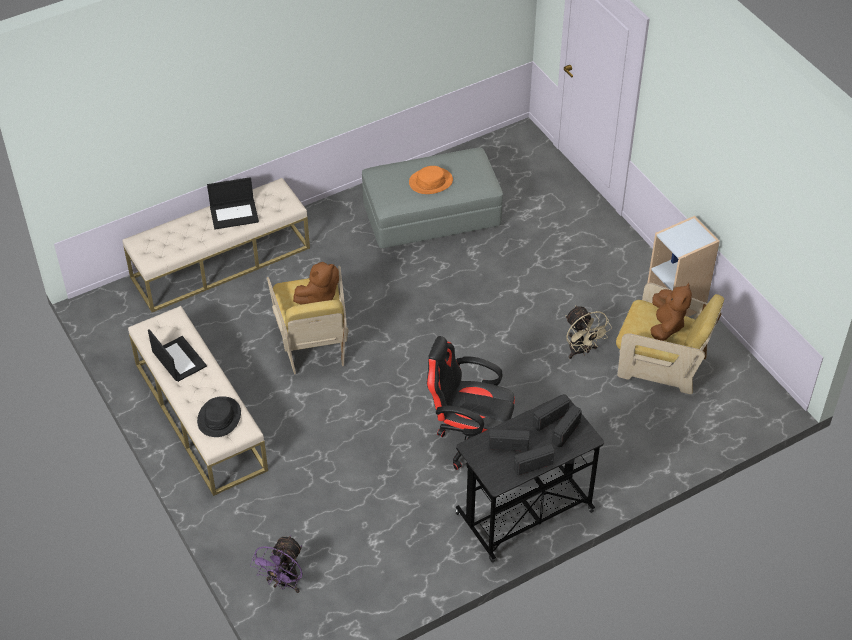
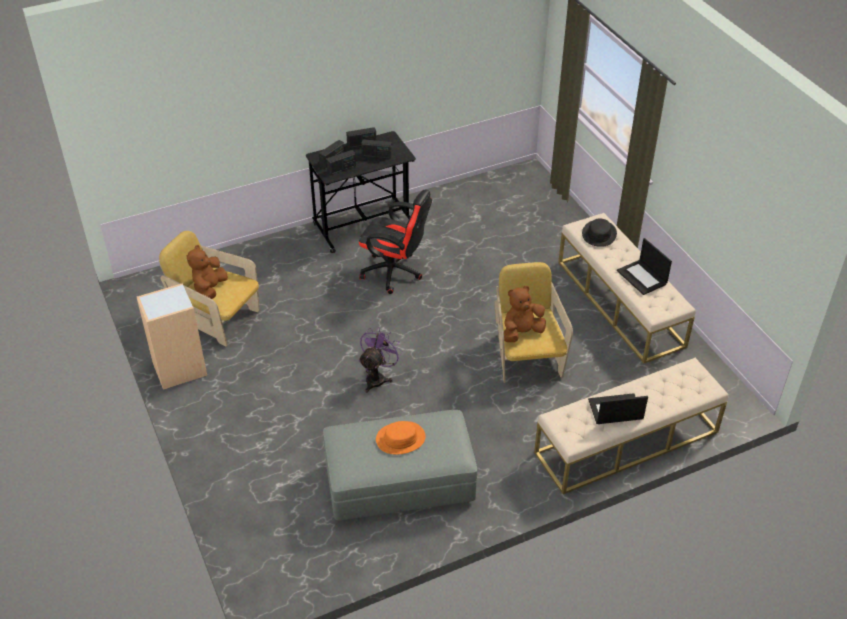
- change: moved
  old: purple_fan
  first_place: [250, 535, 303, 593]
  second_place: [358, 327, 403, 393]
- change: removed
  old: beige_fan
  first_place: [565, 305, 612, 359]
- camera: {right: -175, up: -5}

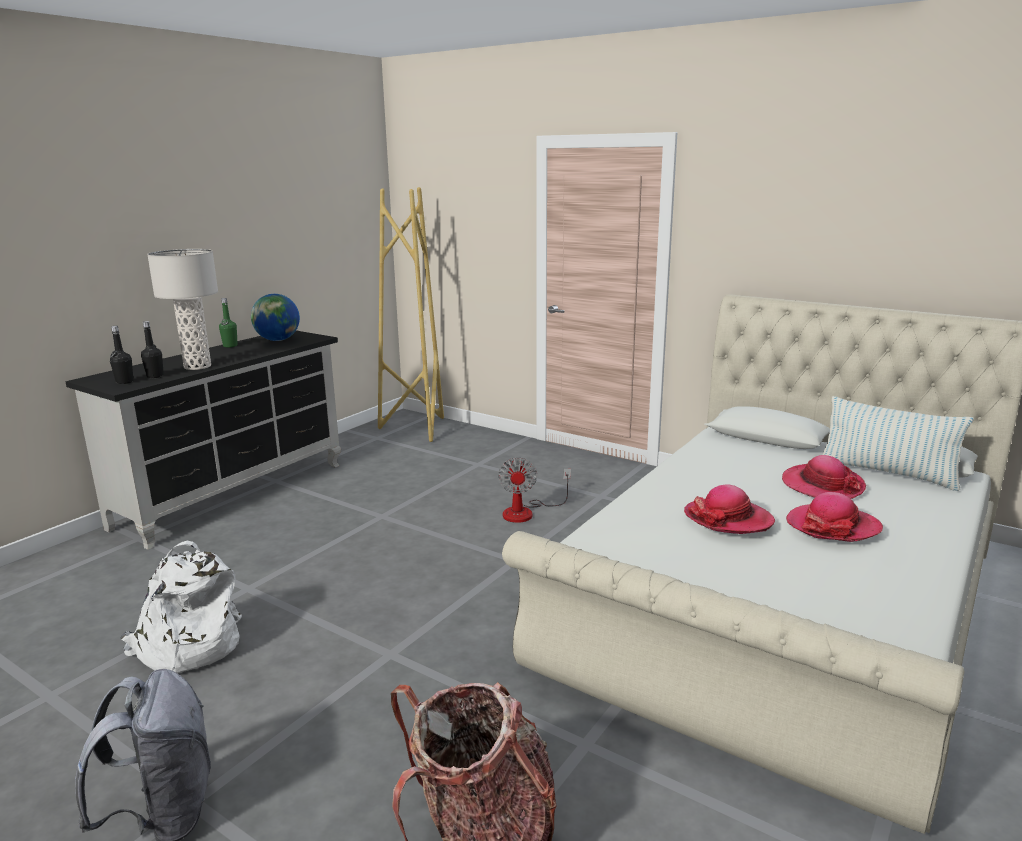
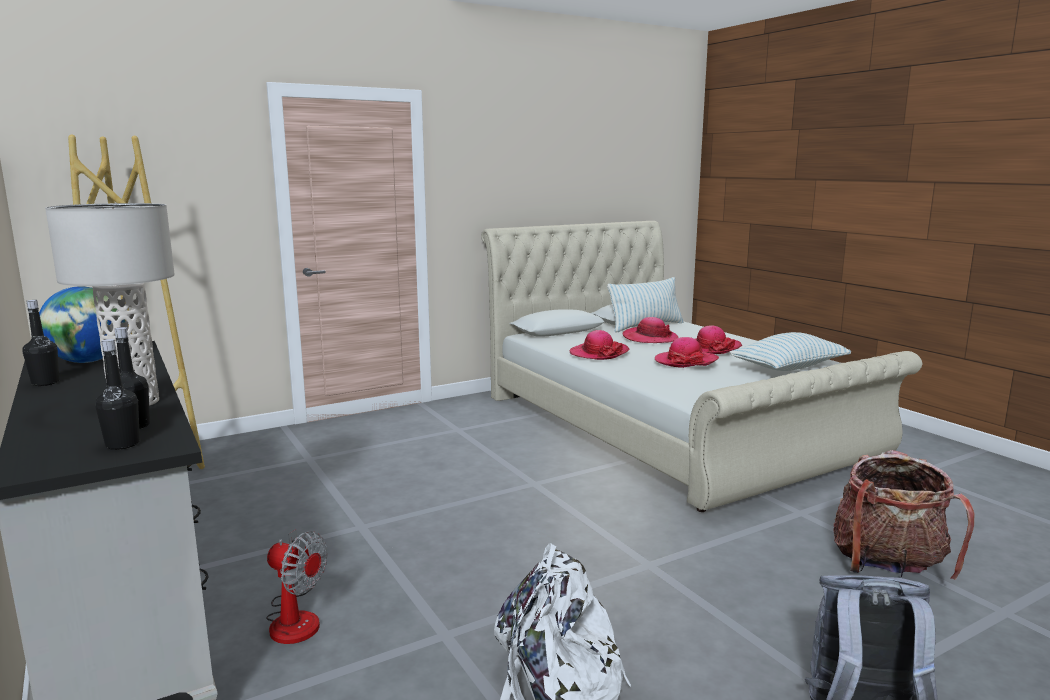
- change: recoloured
  old: green_bottle
  new: black_bottle
  first_place: [219, 298, 238, 348]
  second_place: [22, 300, 59, 386]
- change: moved
  old: fan
  first_place: [498, 457, 571, 523]
  second_place: [266, 530, 328, 644]
- change: added
  new: hat
  second_place: [570, 330, 629, 360]
- change: added
  new: pillow
  second_place: [729, 332, 851, 371]
- camera: {right: -65, up: -5}

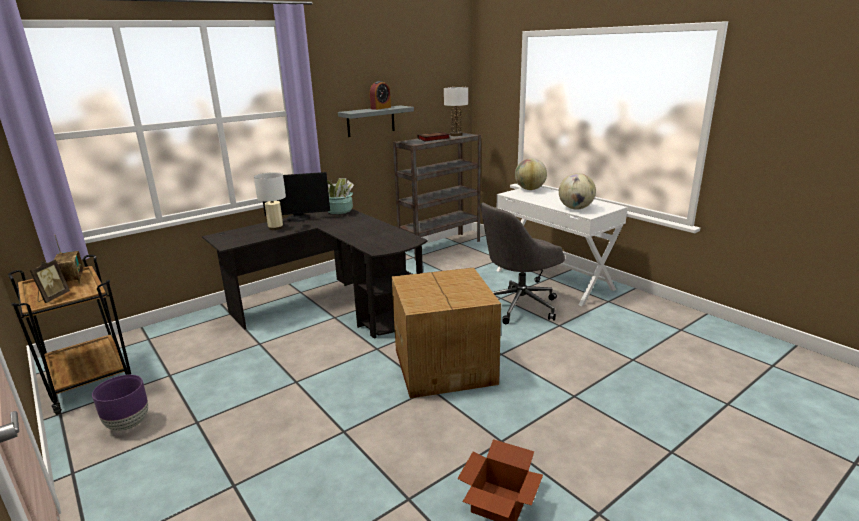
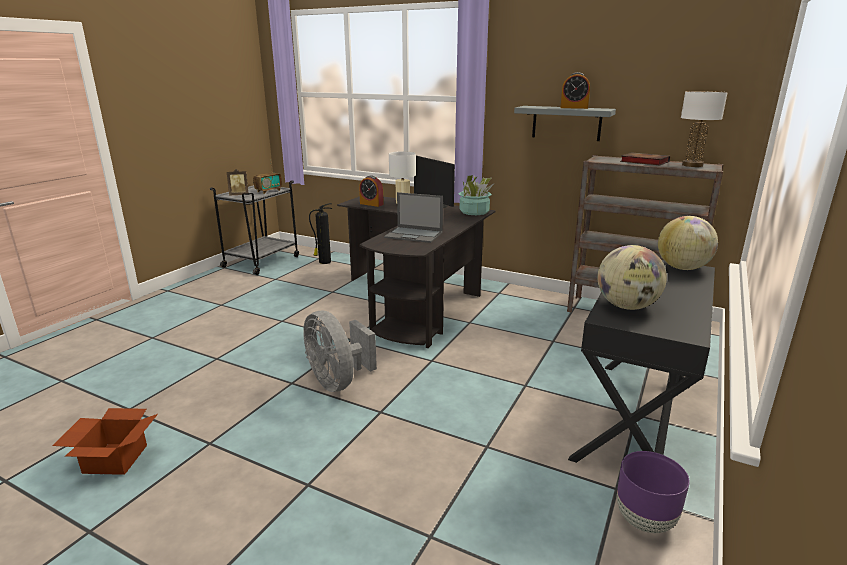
- change: recoloured
  old: brown_cart
  new: grey_cart
  first_place: [8, 255, 131, 415]
  second_place: [210, 180, 299, 275]
- change: replaced
  old: cardboard_box
  new: grey_fan
  first_place: [392, 268, 501, 398]
  second_place: [303, 310, 377, 392]
- change: added
  new: fire_extinguisher
  second_place: [309, 203, 332, 264]
- change: added
  new: alarm_clock
  second_place: [359, 175, 384, 207]
- change: added
  new: laptop
  second_place: [384, 192, 443, 243]
- change: recoloured
  old: white_desk
  new: black_desk
  first_place: [496, 187, 628, 306]
  second_place: [568, 260, 715, 463]
- change: moved
  old: purple_planter
  first_place: [92, 375, 148, 431]
  second_place: [617, 451, 690, 533]
- change: removed
  old: grey_office_chair
  first_place: [480, 203, 565, 324]
- camera: {right: 65, up: 0}

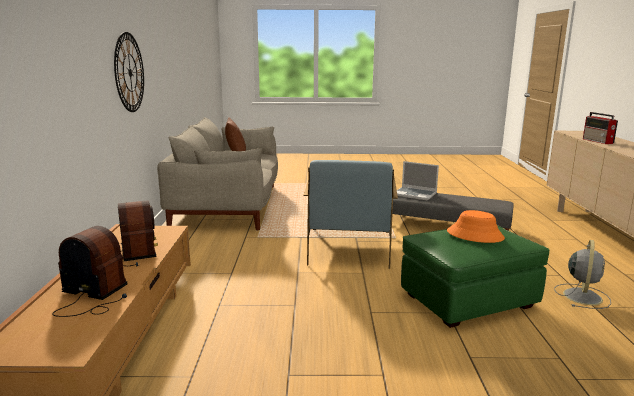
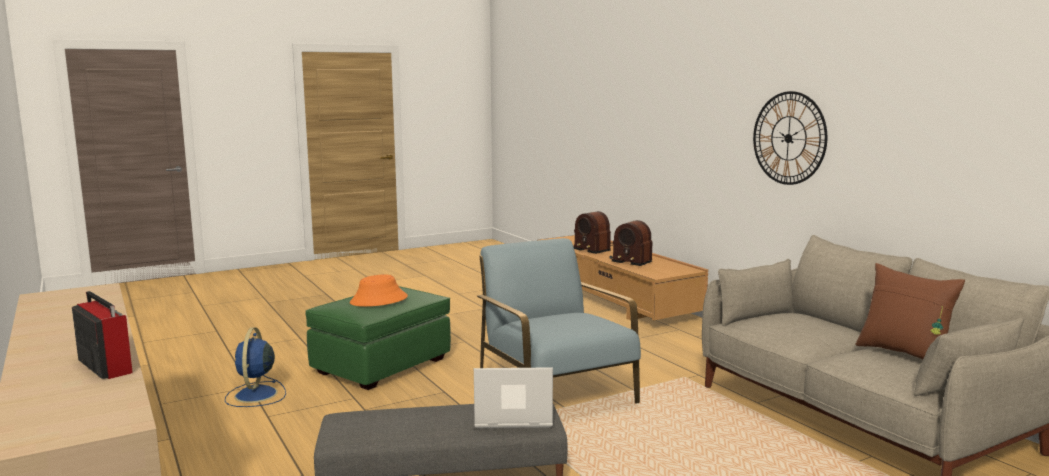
- change: recoloured
  old: grey_fan
  new: blue_fan
  first_place: [554, 240, 611, 309]
  second_place: [225, 327, 286, 407]
- change: turned
  old: radio
  first_place: [52, 226, 128, 317]
  second_place: [574, 211, 613, 254]
  degrees: 60
- camera: {right: 150, up: -5}

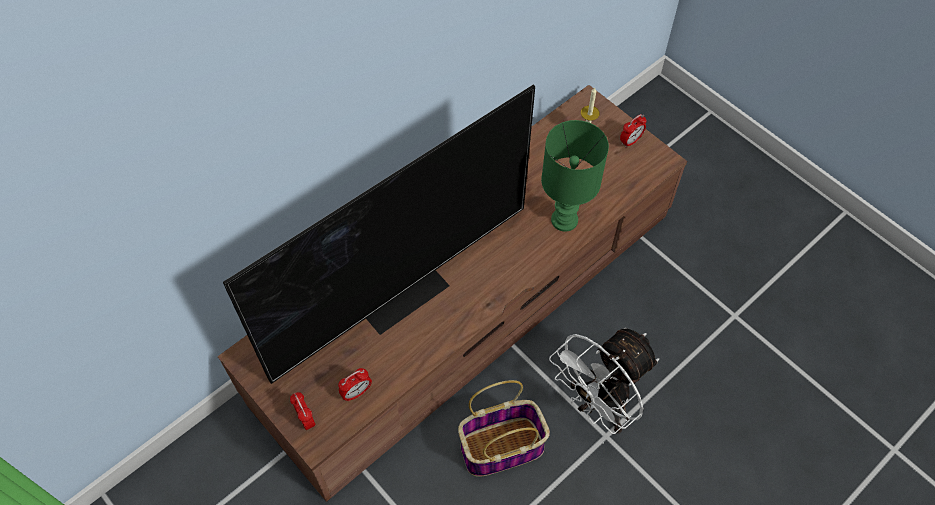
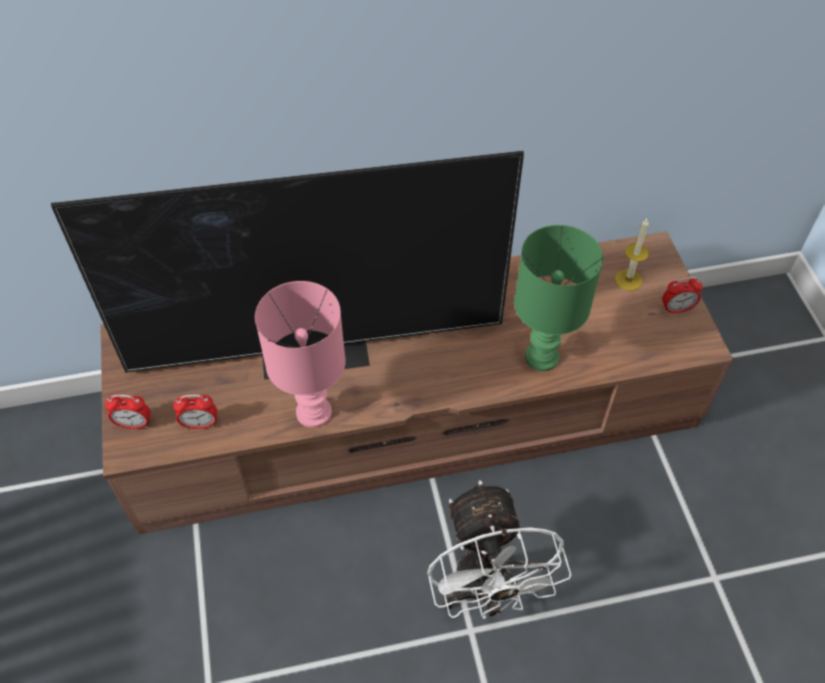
- change: turned
  old: alarm_clock
  first_place: [290, 392, 315, 430]
  second_place: [105, 395, 151, 429]
  degrees: -90
- change: added
  new: pink_table_lamp
  second_place: [255, 281, 346, 428]
- change: turned
  old: white_fan
  first_place: [549, 328, 659, 434]
  second_place: [427, 480, 571, 619]
  degrees: -90
- change: removed
  old: basket
  first_place: [458, 380, 550, 477]
- camera: {right: 30, up: -5}

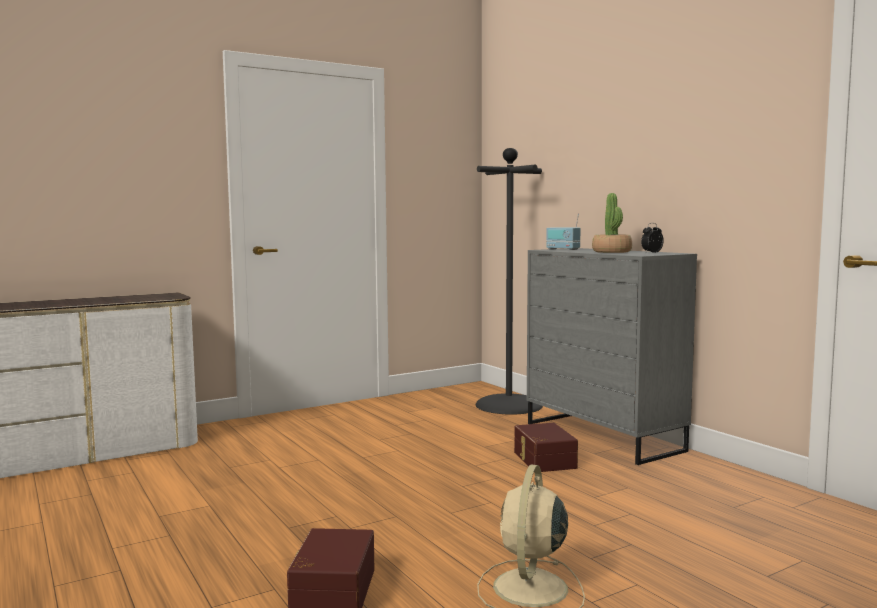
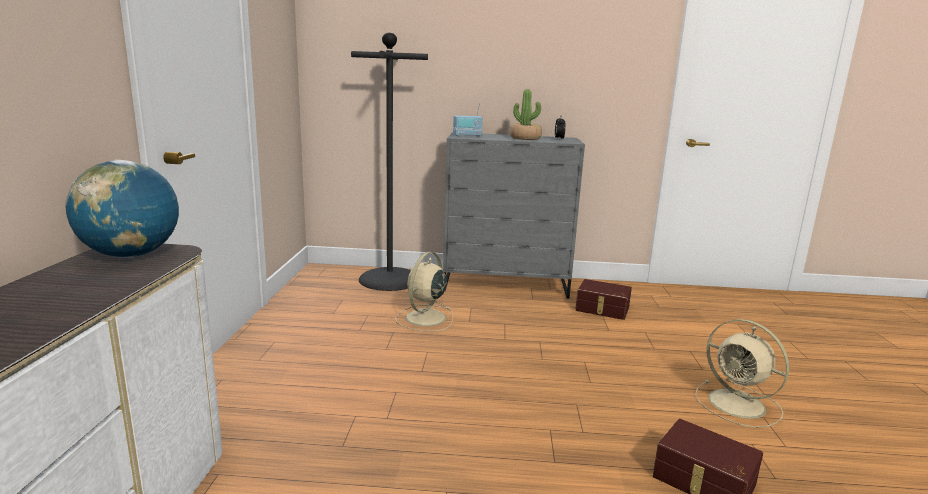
- change: added
  new: globe
  second_place: [65, 160, 179, 258]
- change: added
  new: beige_fan
  second_place: [395, 252, 453, 332]
- change: moved
  old: brown_storage_box
  first_place: [514, 423, 578, 472]
  second_place: [575, 279, 632, 320]
- camera: {right: -55, up: 10}

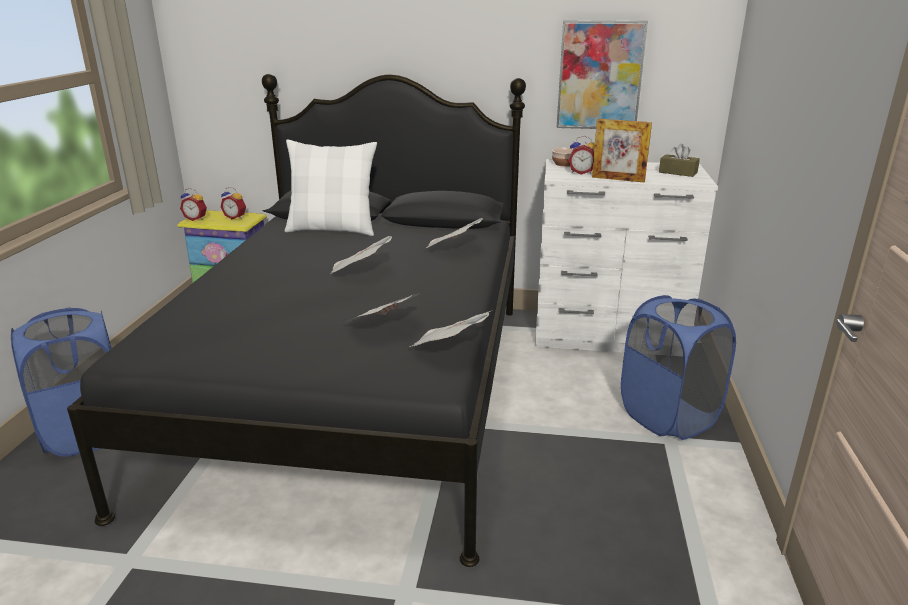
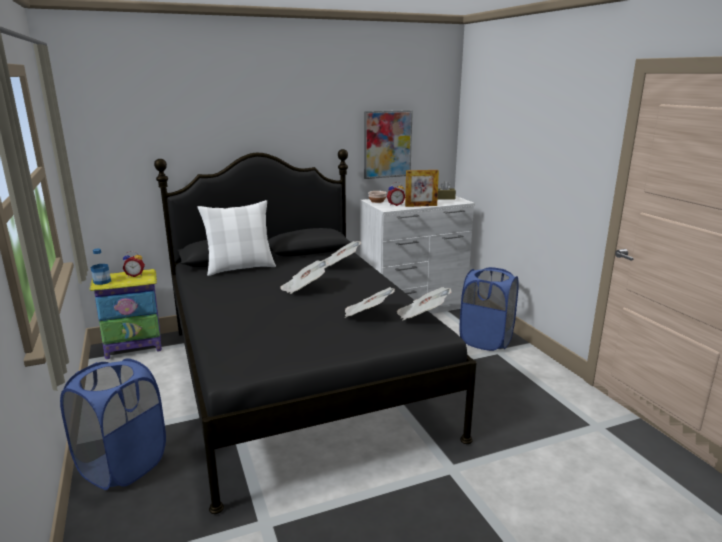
- change: replaced
  old: alarm_clock
  new: bottle
  first_place: [180, 188, 207, 221]
  second_place: [91, 248, 111, 285]
- camera: {right: -30, up: -5}

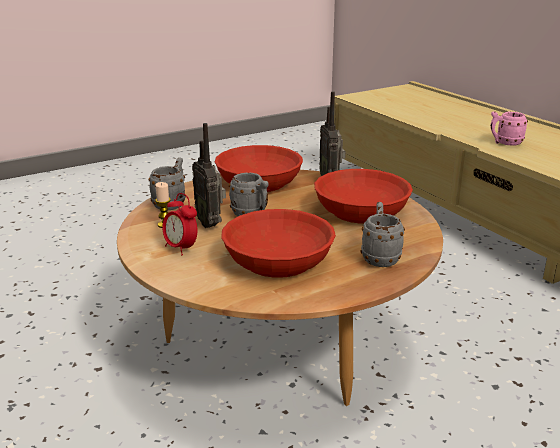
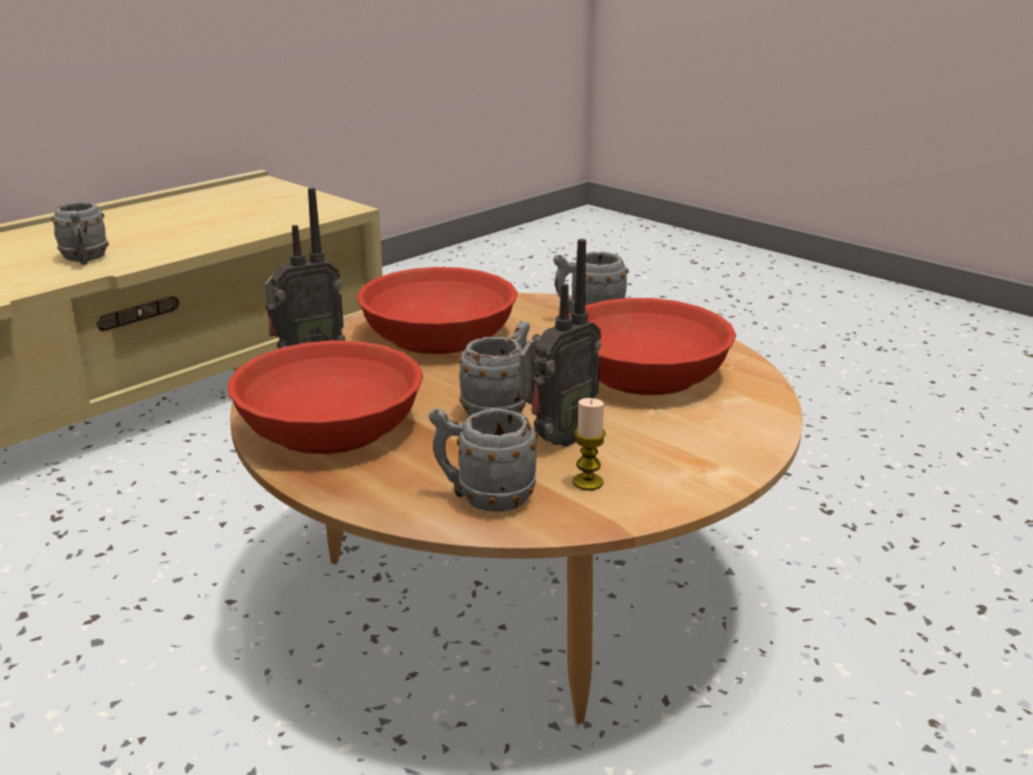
- change: recoloured
  old: pink_mug
  new: grey_mug
  first_place: [490, 111, 528, 146]
  second_place: [52, 202, 109, 265]
- change: removed
  old: alarm_clock
  first_place: [163, 193, 198, 255]
- camera: {right: -105, up: 0}

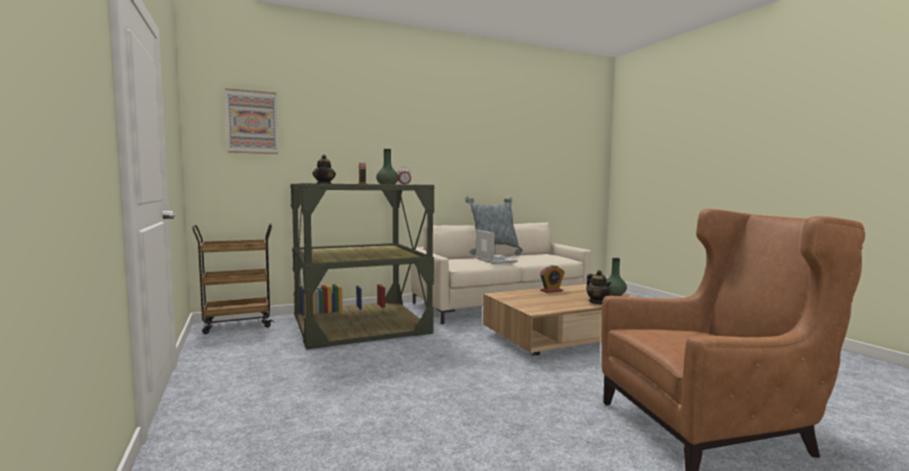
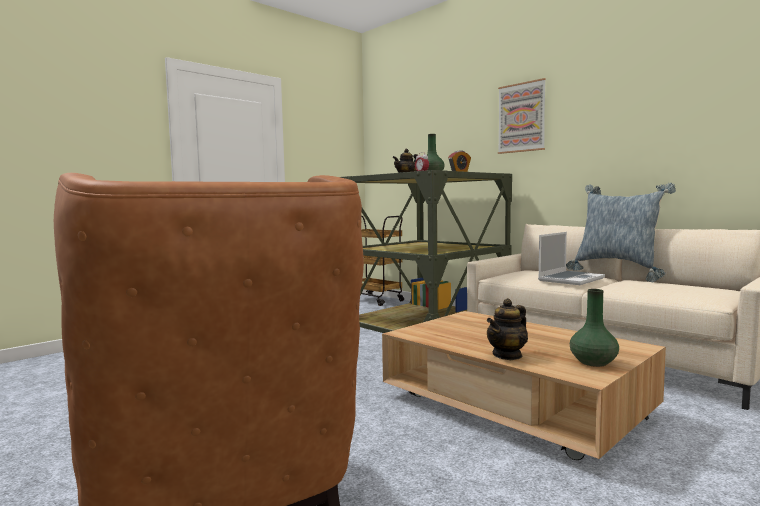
- change: moved
  old: picture
  first_place: [225, 88, 278, 154]
  second_place: [498, 78, 546, 154]
- change: removed
  old: alarm_clock
  first_place: [540, 265, 565, 293]
- camera: {right: 70, up: 0}

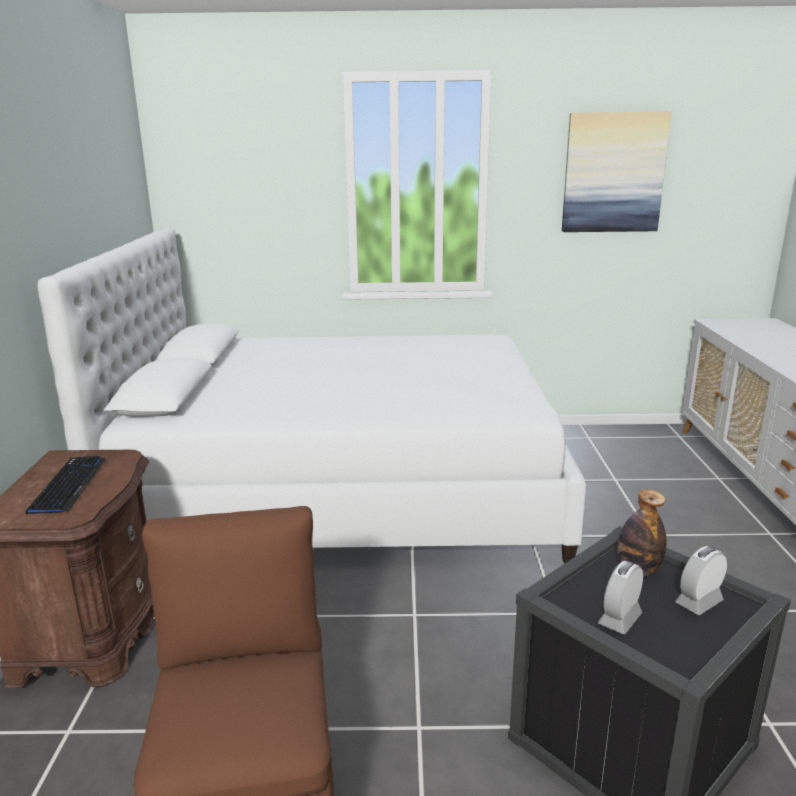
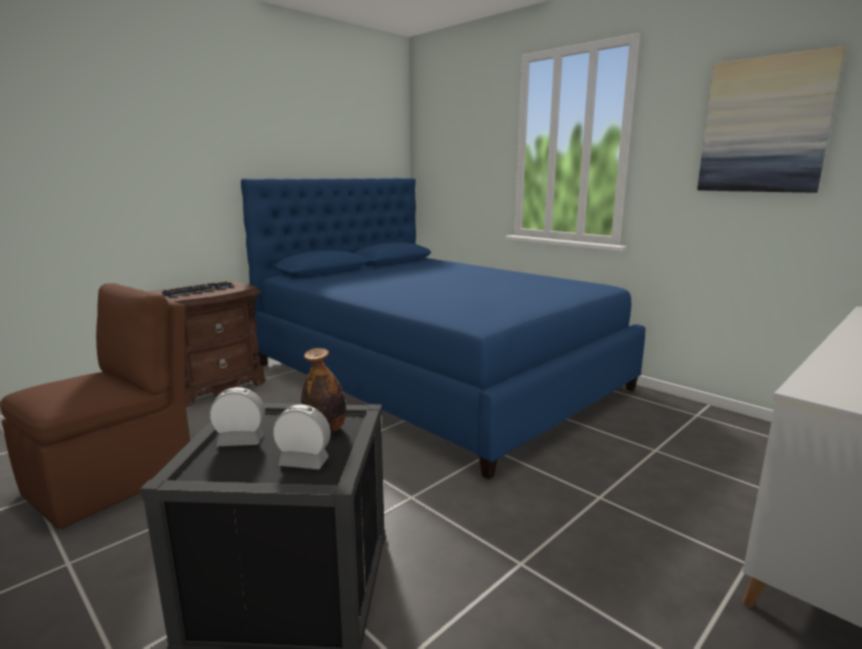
- change: recoloured
  old: white_bed
  new: blue_bed
  first_place: [37, 227, 587, 564]
  second_place: [241, 178, 646, 480]
- camera: {right: 45, up: -5}

